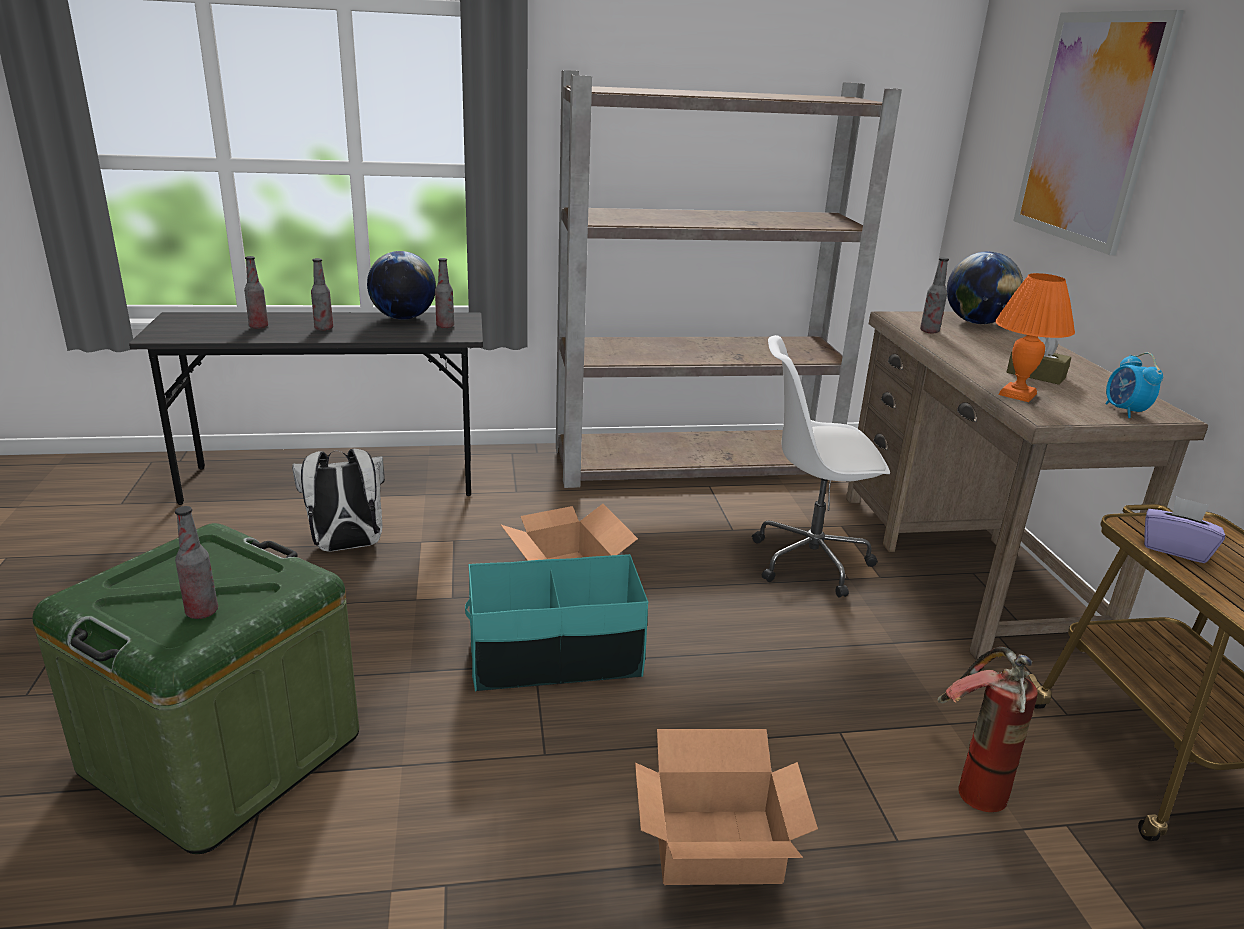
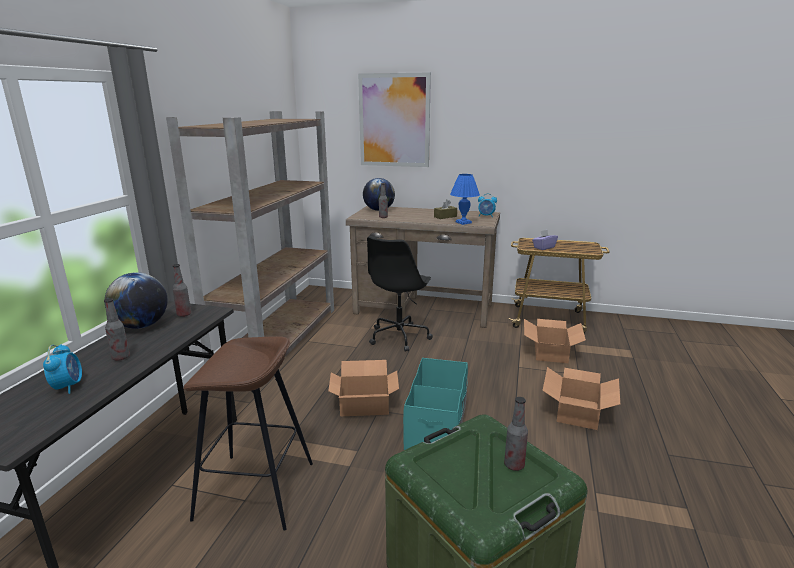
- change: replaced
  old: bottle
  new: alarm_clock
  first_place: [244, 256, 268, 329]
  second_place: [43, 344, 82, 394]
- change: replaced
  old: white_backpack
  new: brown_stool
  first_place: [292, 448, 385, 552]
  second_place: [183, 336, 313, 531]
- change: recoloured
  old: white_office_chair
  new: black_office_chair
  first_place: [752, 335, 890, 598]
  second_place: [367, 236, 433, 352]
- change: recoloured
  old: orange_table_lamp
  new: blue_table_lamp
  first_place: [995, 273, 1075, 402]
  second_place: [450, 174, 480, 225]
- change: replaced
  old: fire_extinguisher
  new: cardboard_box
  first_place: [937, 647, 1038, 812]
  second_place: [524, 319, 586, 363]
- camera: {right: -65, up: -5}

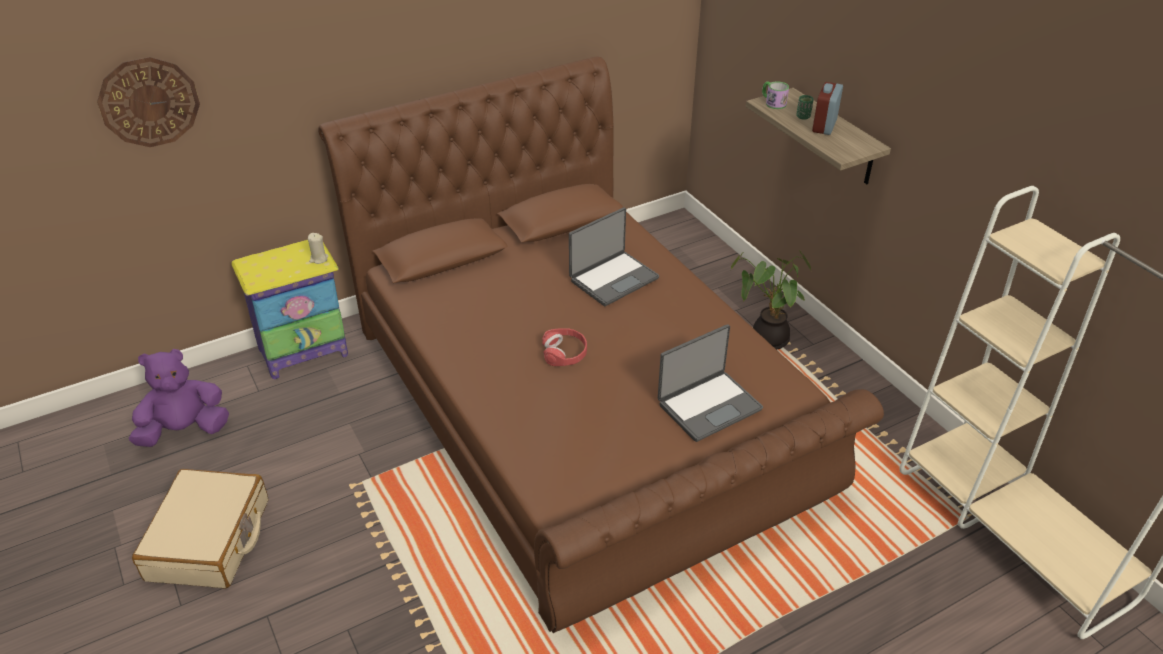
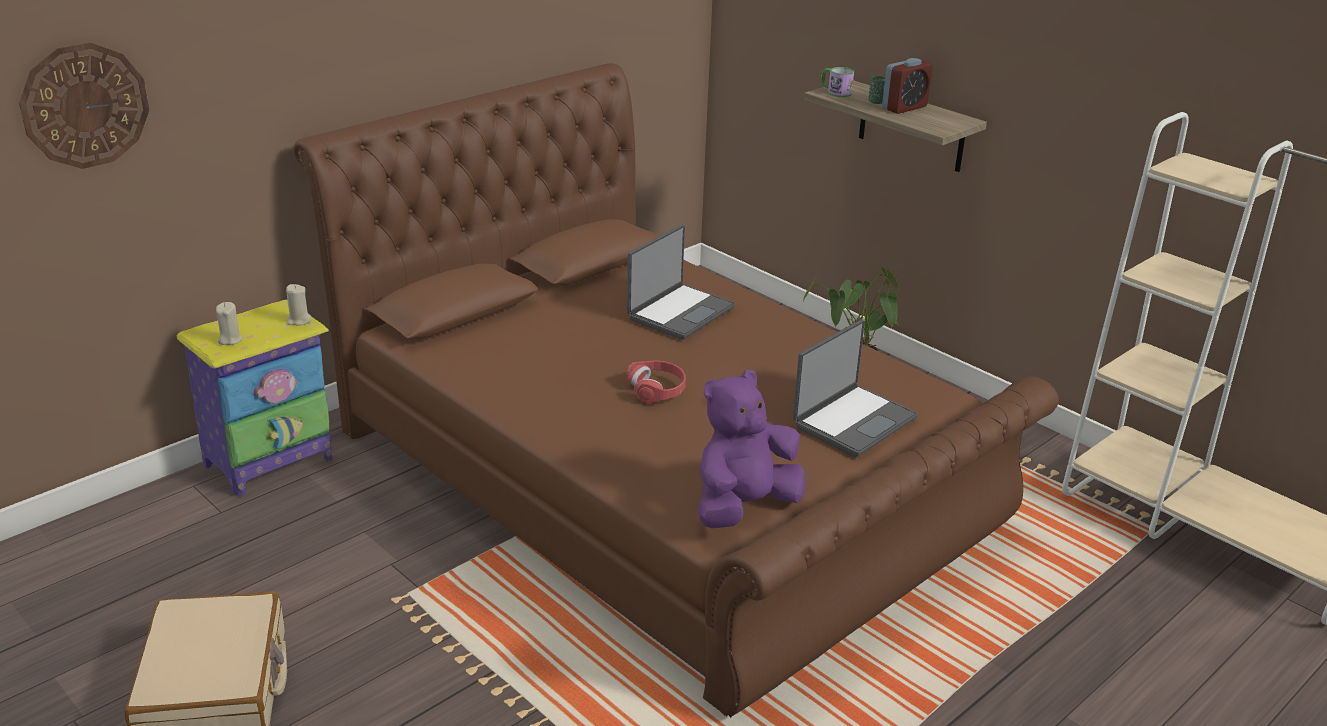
- change: added
  new: beige_candle
  second_place: [216, 302, 243, 345]
- change: moved
  old: purple_plush_toy
  first_place: [129, 349, 229, 447]
  second_place: [698, 370, 806, 529]
- change: turned
  old: alarm_clock
  first_place: [812, 82, 843, 135]
  second_place: [882, 58, 933, 114]
  degrees: -135
- camera: {right: -15, up: -10}

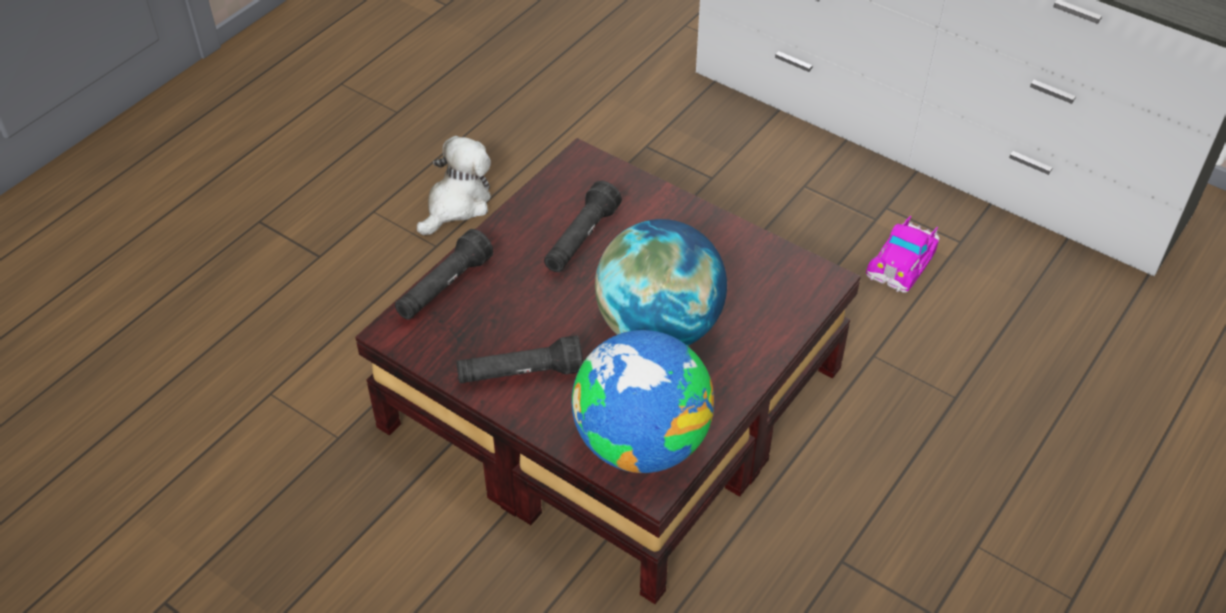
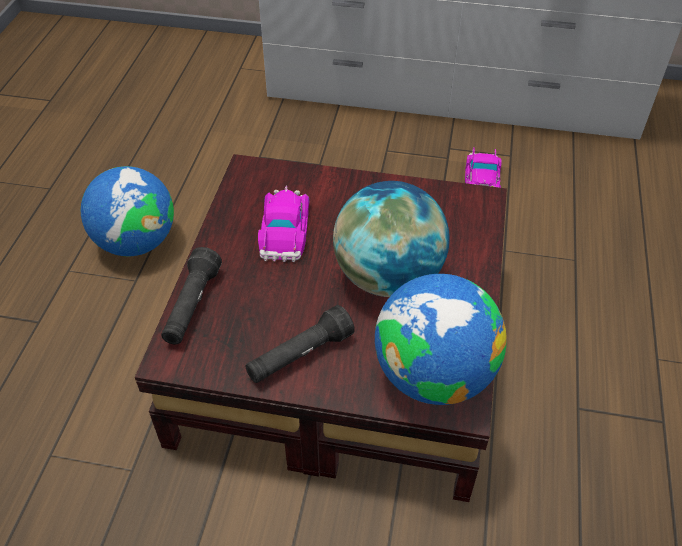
- change: replaced
  old: plush_toy
  new: globe
  first_place: [417, 136, 491, 235]
  second_place: [81, 166, 174, 256]
- change: replaced
  old: black_flashlight
  new: toy_car
  first_place: [544, 181, 622, 272]
  second_place: [258, 185, 309, 262]
- camera: {right: -25, up: 0}

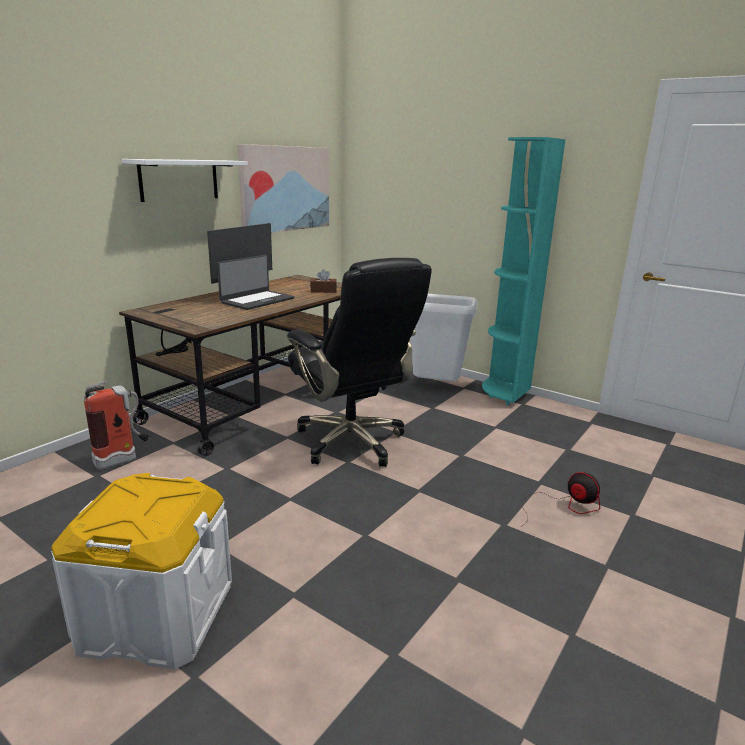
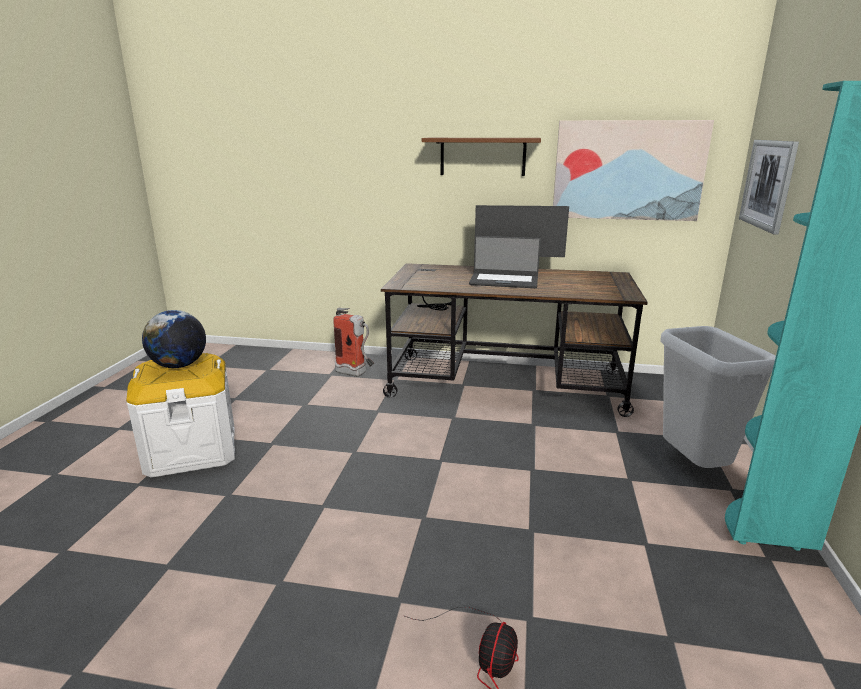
- change: added
  new: globe
  second_place: [142, 310, 206, 368]
- change: recoloured
  old: white_shelf
  new: brown_shelf
  first_place: [122, 159, 248, 202]
  second_place: [422, 138, 541, 176]
- change: added
  new: picture
  second_place: [739, 140, 799, 234]
- change: removed
  old: black_office_chair
  first_place: [287, 258, 432, 467]
- change: removed
  old: brown_tissue_box
  first_place: [310, 269, 337, 293]
- camera: {right: 65, up: 0}

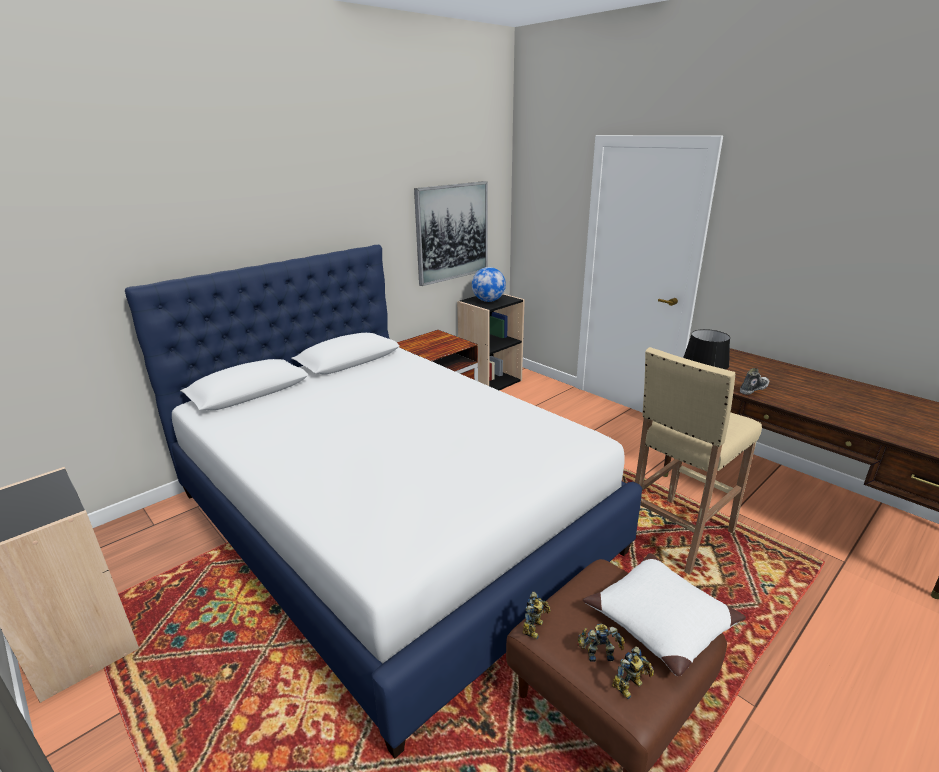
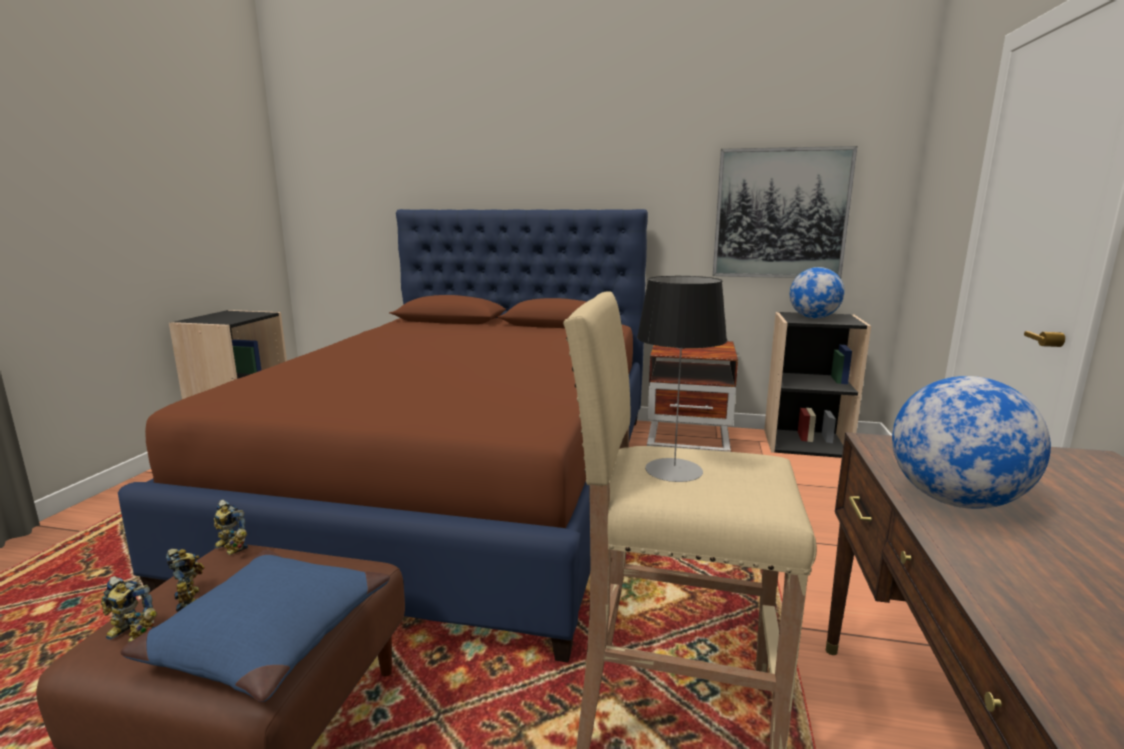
- change: recoloured
  old: white_bed
  new: brown_bed
  first_place: [125, 245, 642, 759]
  second_place: [118, 209, 648, 663]
- change: recoloured
  old: white_pillow
  new: blue_pillow
  first_place: [583, 553, 746, 676]
  second_place: [120, 550, 390, 702]
- change: turned
  old: toy_robot
  first_place: [523, 592, 551, 639]
  second_place: [213, 500, 248, 555]
  degrees: 45
- change: replaced
  old: shoe
  new: globe
  first_place: [740, 368, 769, 395]
  second_place: [892, 376, 1051, 509]
- camera: {right: 55, up: -10}

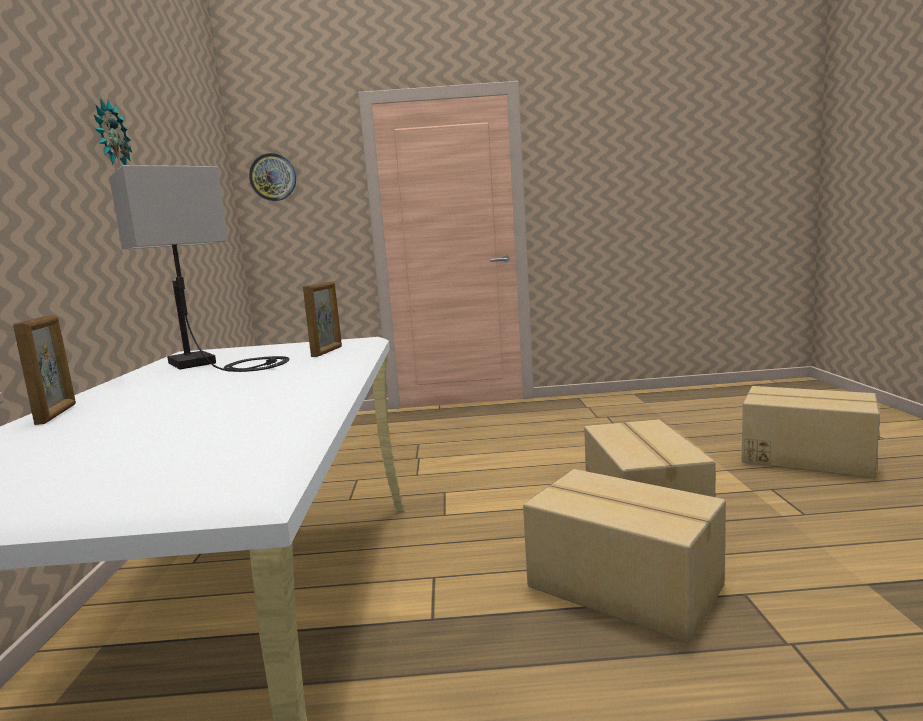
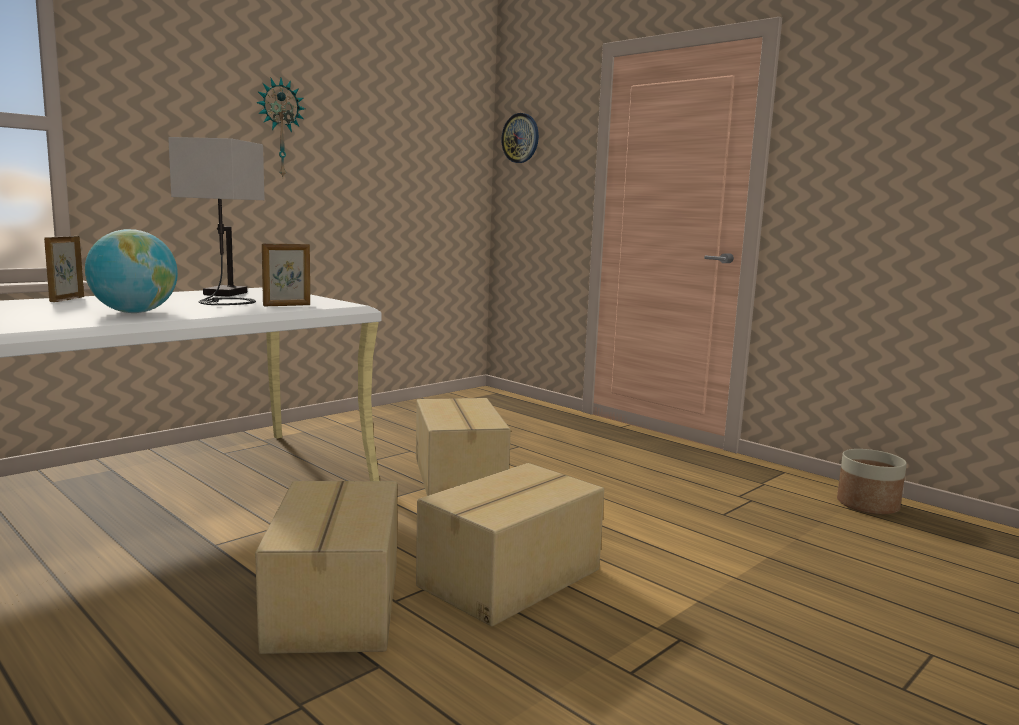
- change: turned
  old: picture_frame
  first_place: [13, 315, 76, 425]
  second_place: [44, 236, 84, 302]
  degrees: 150
- change: added
  new: globe
  second_place: [85, 229, 178, 313]
- change: moved
  old: cardboard_box
  first_place: [742, 386, 880, 478]
  second_place: [416, 398, 511, 496]
- change: added
  new: planter
  second_place: [837, 449, 907, 515]
- camera: {right: 45, up: 0}

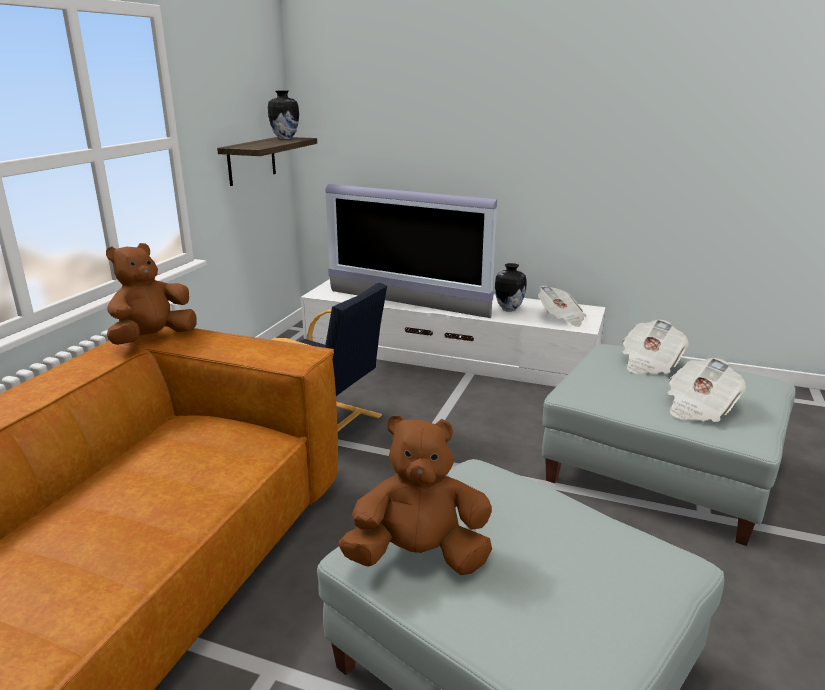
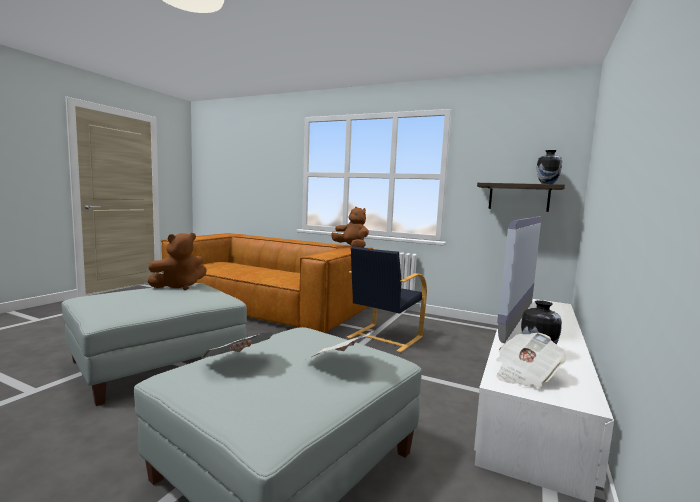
- change: turned
  old: brown_plush_toy
  first_place: [339, 415, 492, 575]
  second_place: [147, 233, 207, 290]
  degrees: 45
- camera: {right: 95, up: -15}

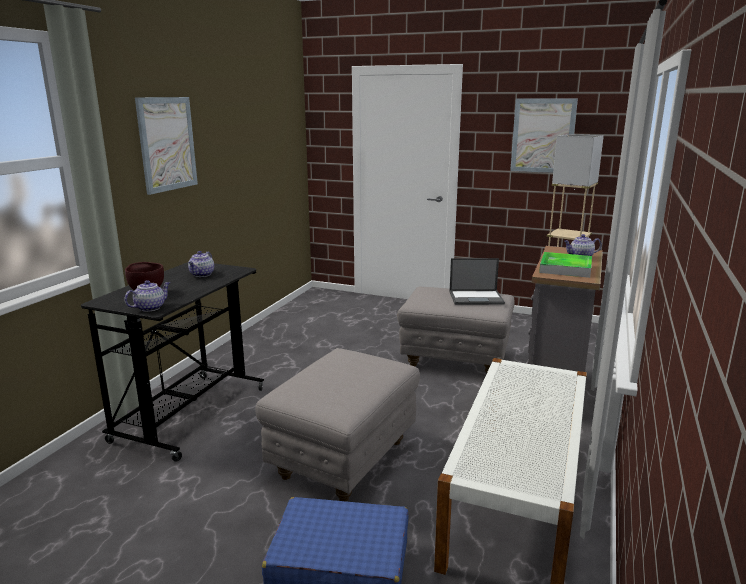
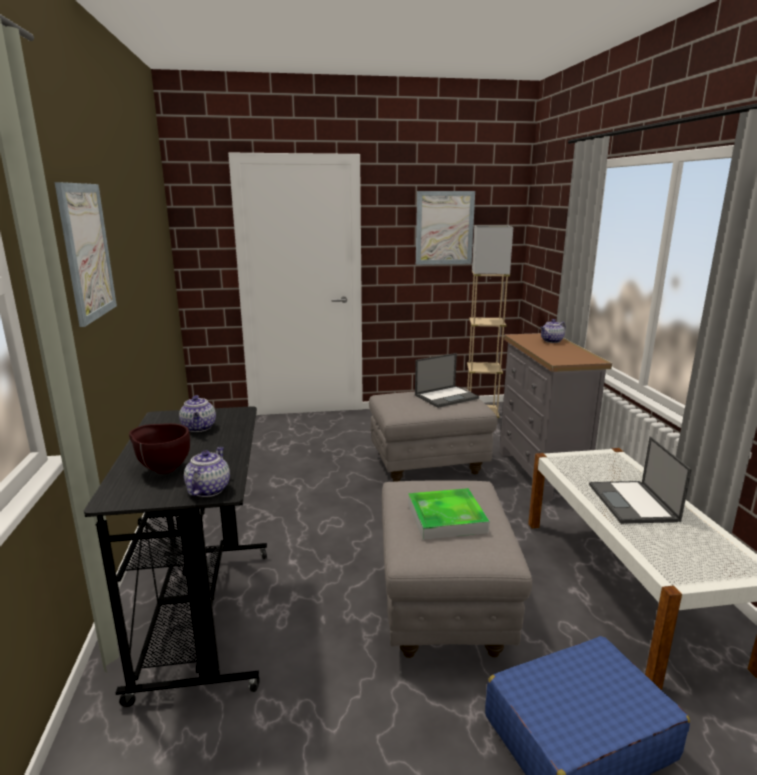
- change: moved
  old: tray
  first_place: [539, 252, 592, 278]
  second_place: [408, 488, 490, 540]
- change: added
  new: laptop
  second_place: [589, 436, 692, 524]
- camera: {right: -30, up: 0}

